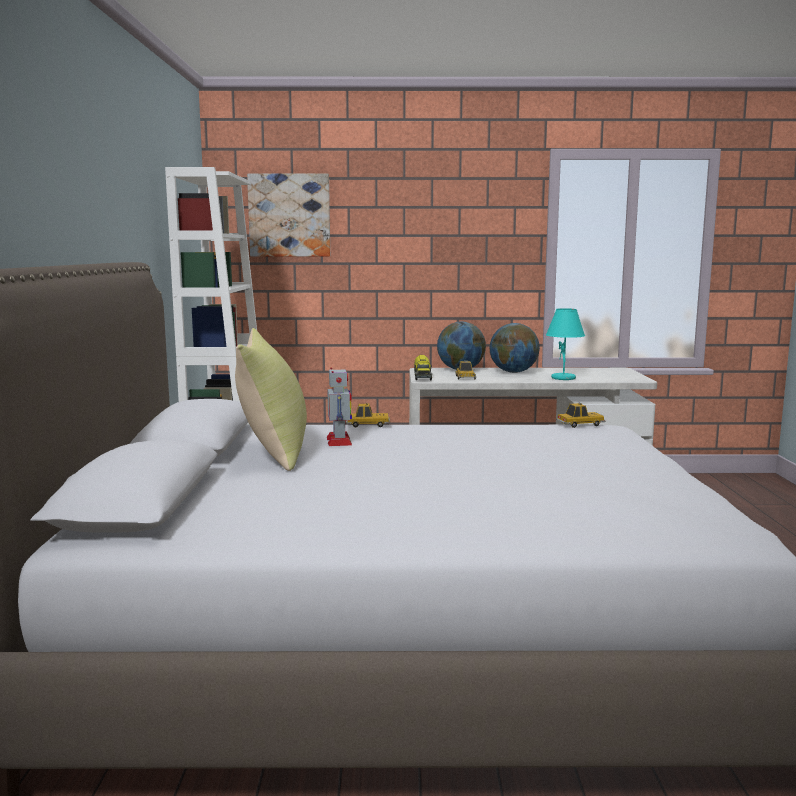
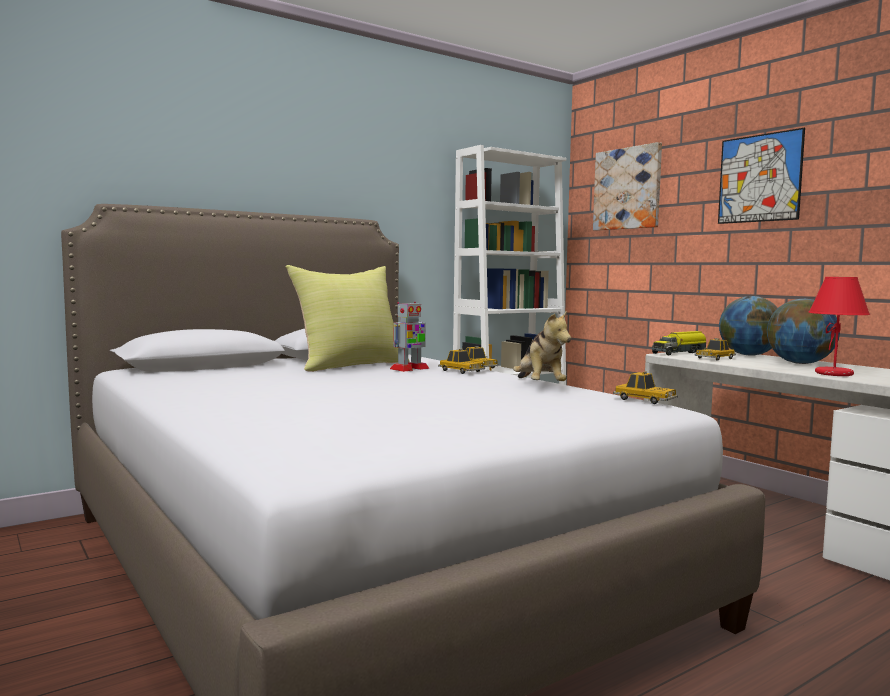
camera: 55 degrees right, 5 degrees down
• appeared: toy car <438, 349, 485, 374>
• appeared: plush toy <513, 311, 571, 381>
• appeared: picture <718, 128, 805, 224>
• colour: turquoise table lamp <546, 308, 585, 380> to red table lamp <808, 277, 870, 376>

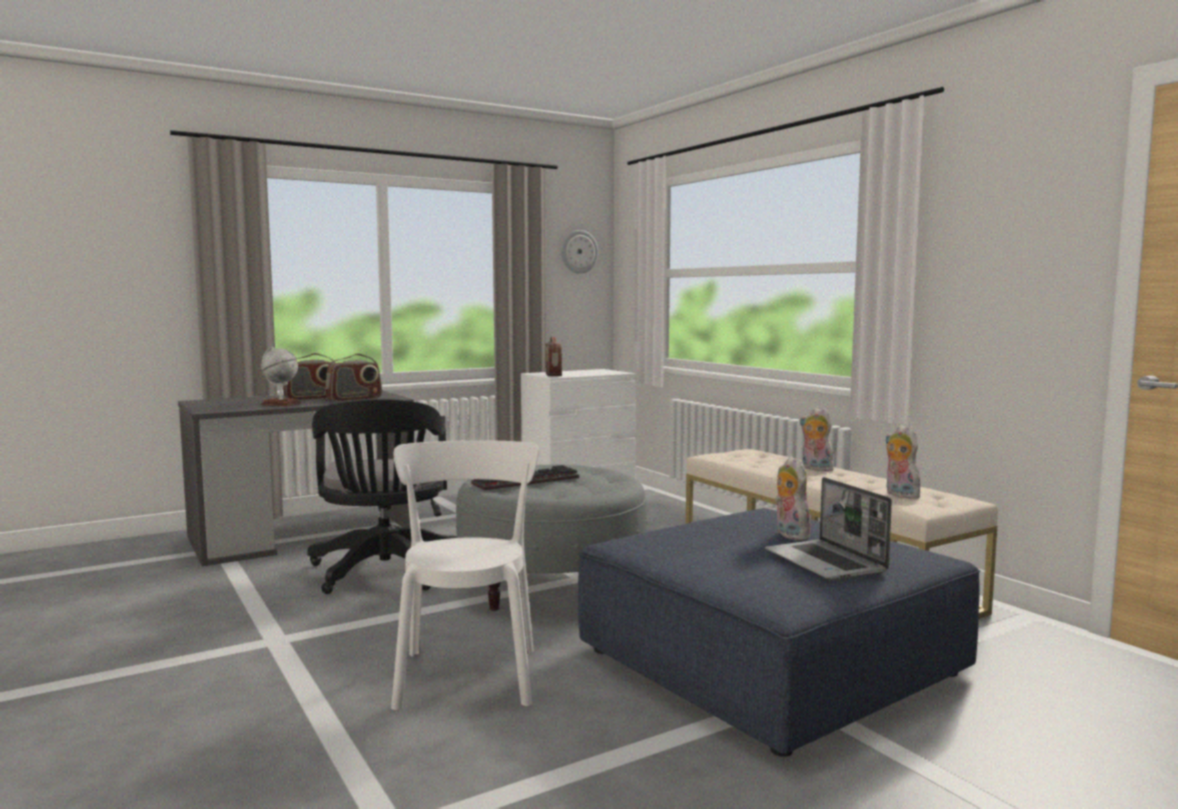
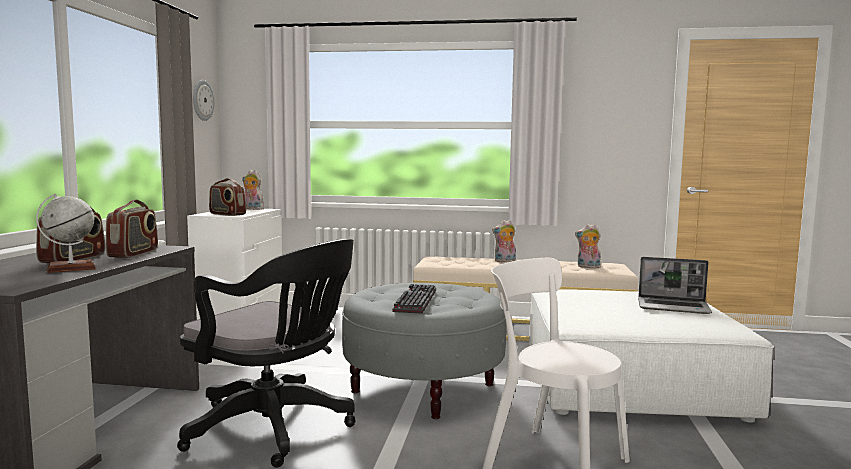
camera: 50 degrees left, 0 degrees up
• relocated: plush toy <775, 456, 811, 540> to <242, 170, 264, 210>
• colour: blue ottoman <578, 508, 980, 757> to white ottoman <529, 289, 774, 423>

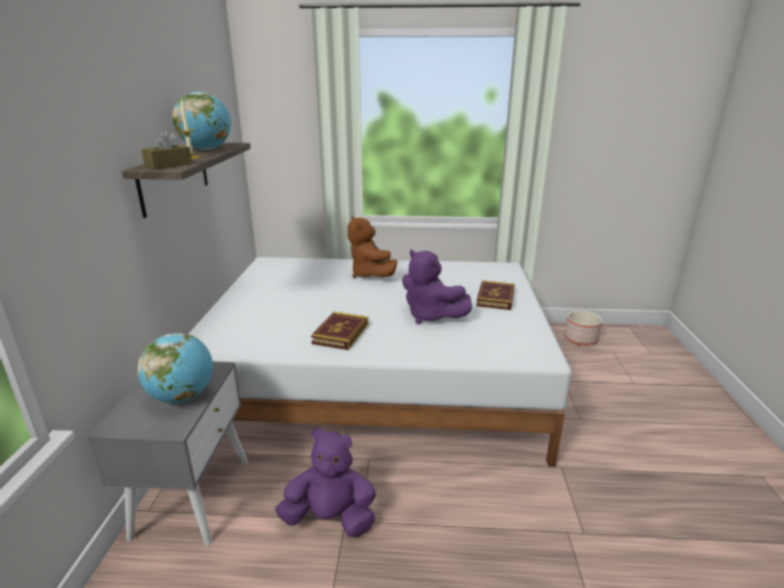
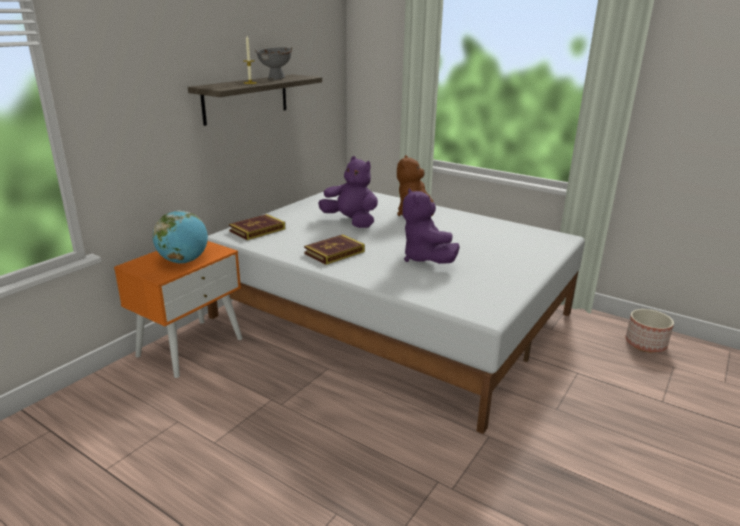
camera: 30 degrees right, 0 degrees up
• colour: grey nightstand <87, 362, 248, 546> to orange nightstand <114, 241, 243, 378>
• relocated: book <476, 280, 515, 310> to <229, 214, 285, 240>
• exchanged: globe <172, 92, 231, 150> to grey bowl <255, 47, 293, 80>
• relocated: purple plush toy <275, 428, 376, 537> to <318, 156, 378, 228>
• missing: brown tissue box <141, 130, 192, 169>

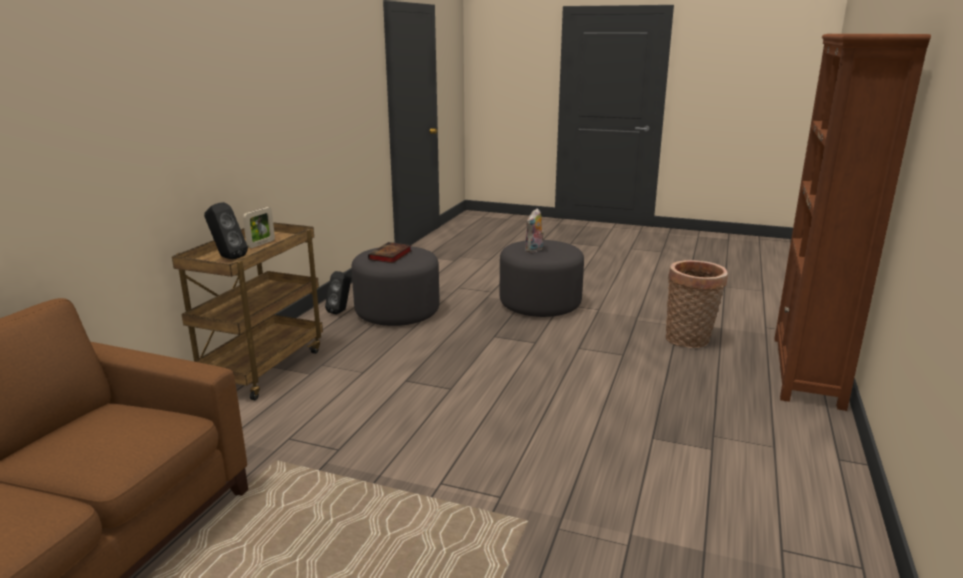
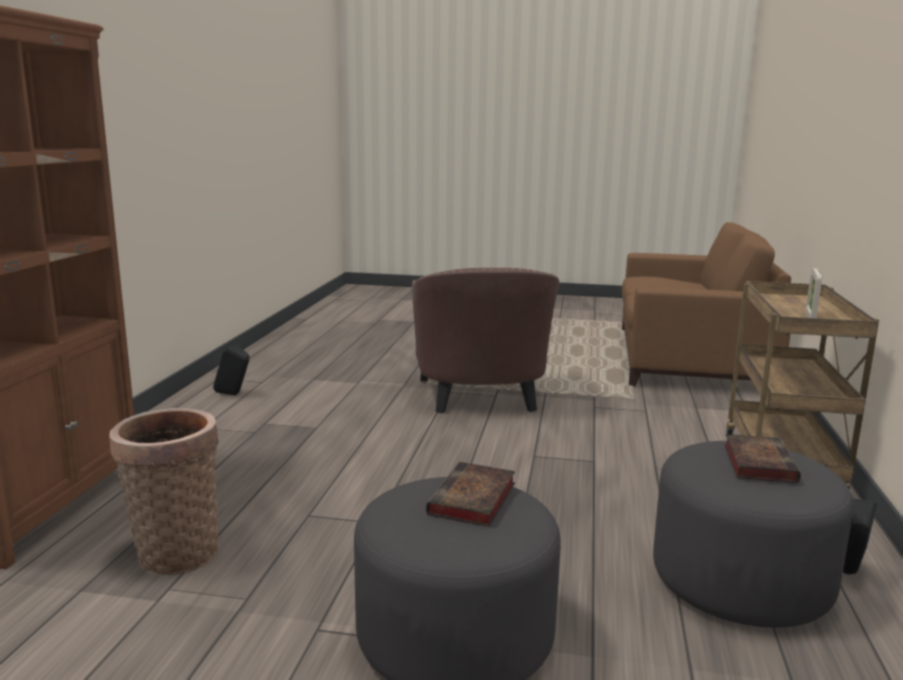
camera: 170 degrees right, 5 degrees down
• relocated: black speaker <204, 202, 248, 259> to <213, 344, 250, 395>
• appeared: brown armchair <412, 268, 559, 413>
• exchanged: plush toy <526, 208, 544, 253> to book <426, 462, 515, 527>

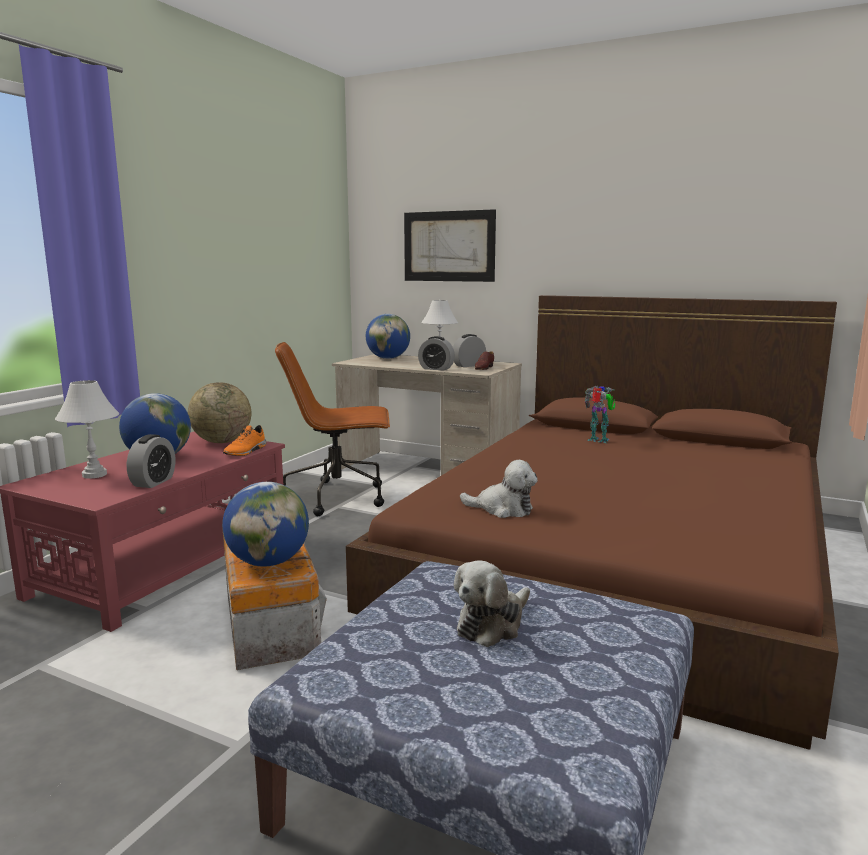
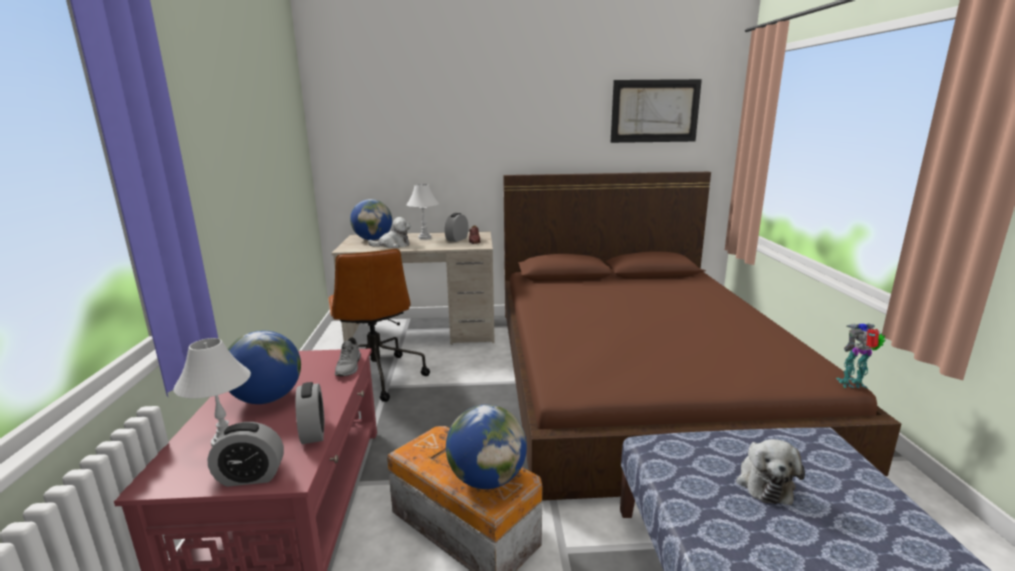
camera: 30 degrees left, 5 degrees up
• relocated: alarm clock <418, 336, 455, 370> to <207, 422, 284, 487>
• spun: brown office chair <275, 342, 390, 516> = <328, 249, 430, 402> 75 degrees counterclockwise
• colour: orange shoe <223, 425, 267, 456> to grey shoe <335, 337, 361, 376>
• relocated: plush toy <460, 460, 538, 518> to <368, 217, 411, 248>
• relocated: picture <404, 209, 496, 282> to <611, 79, 702, 143>
• relocated: toy robot <585, 386, 616, 443> to <836, 323, 885, 388>
• missing: globe <188, 382, 251, 443>

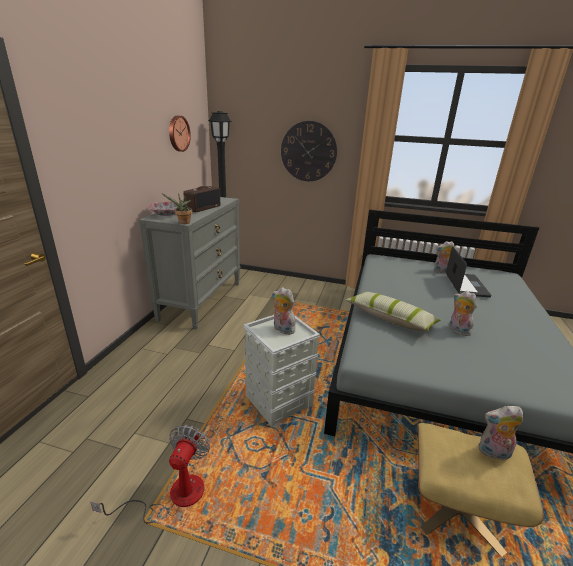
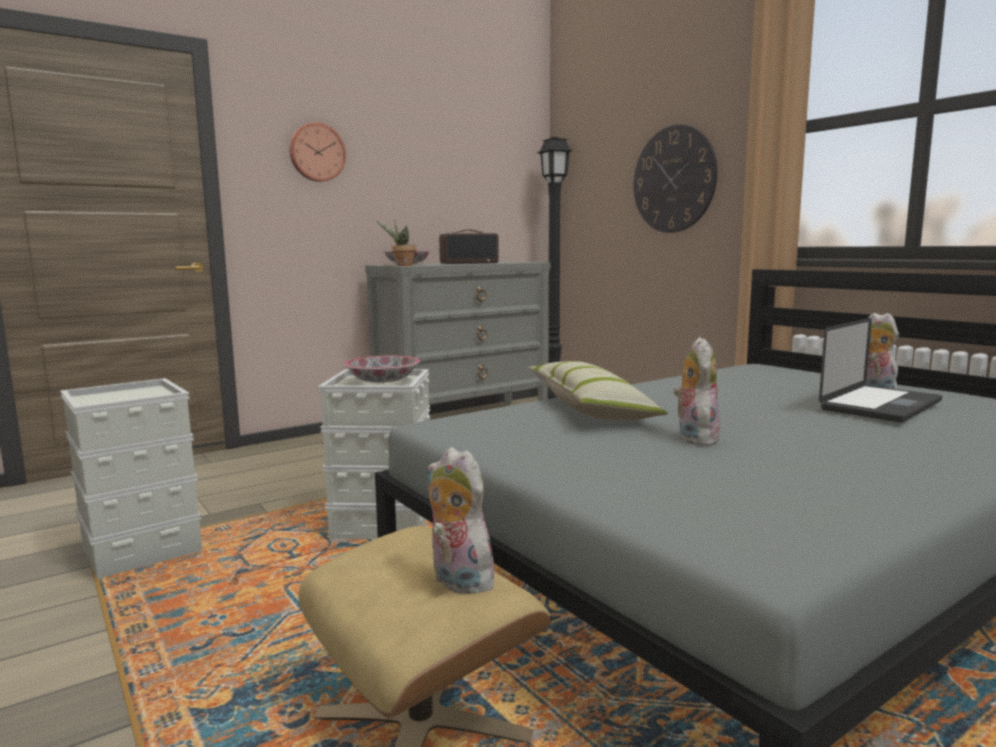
camera: 40 degrees right, 15 degrees down
• exchanged: fan <90, 425, 210, 523> to grey storage box <60, 378, 202, 580>
• relocated: wall clock <169, 116, 191, 152> to <289, 122, 346, 182>
• exchanged: plush toy <272, 287, 295, 335> to bowl <343, 356, 420, 383>

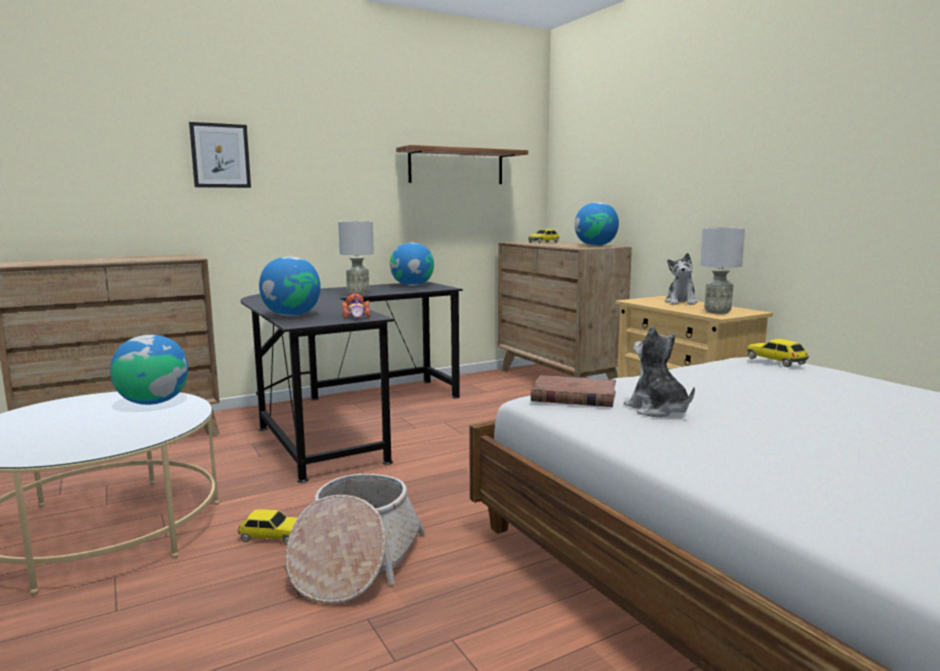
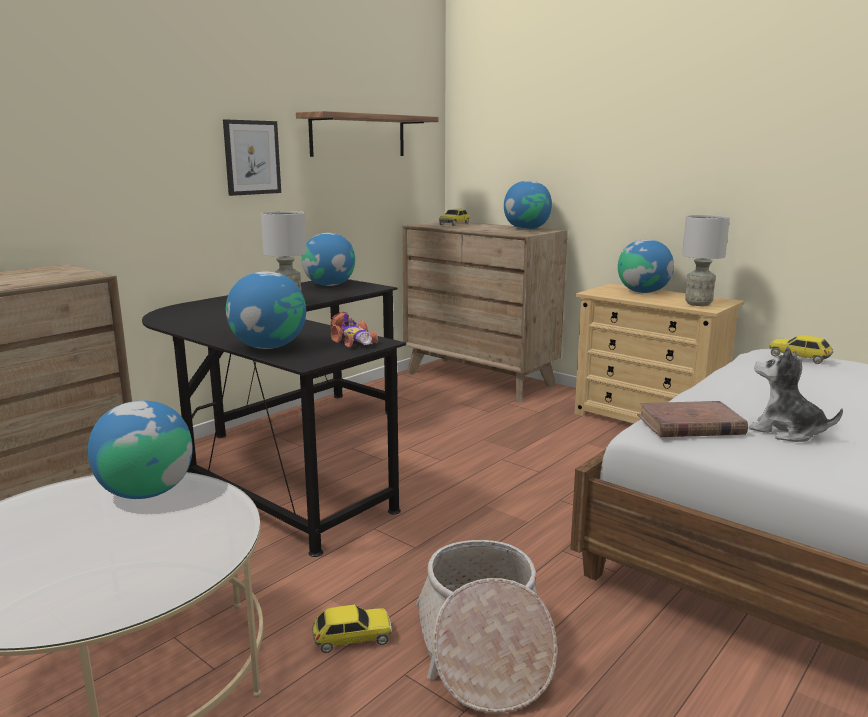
camera: 20 degrees left, 5 degrees up
• relocated: picture <189, 122, 251, 188> to <223, 119, 281, 196>
• exchanged: plush toy <665, 253, 697, 305> to globe <618, 239, 674, 293>

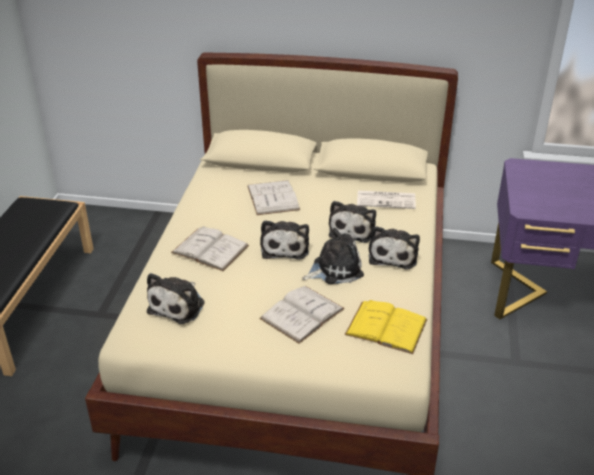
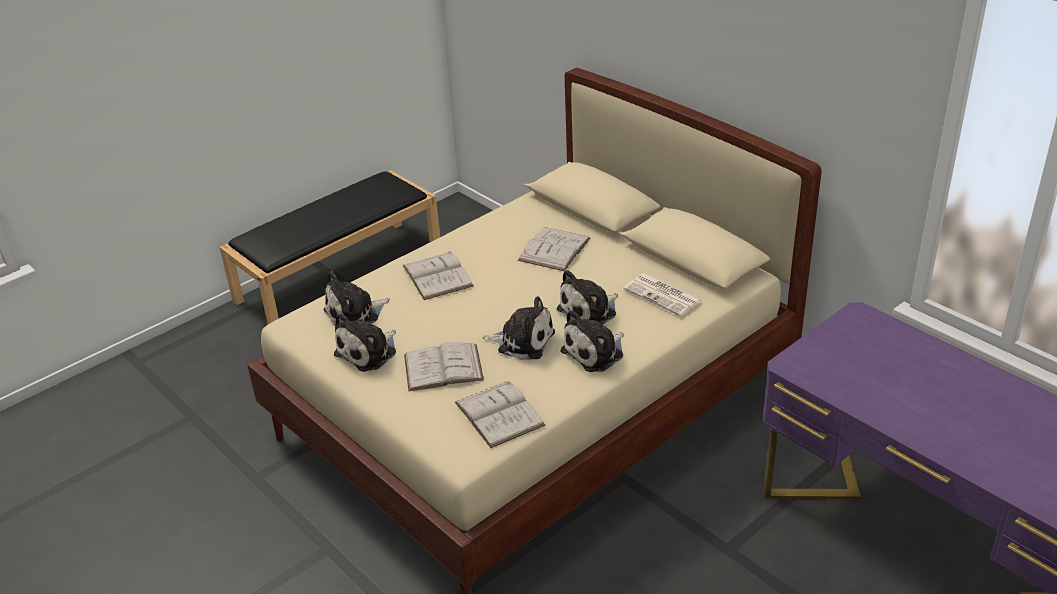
camera: 40 degrees right, 0 degrees up
• relocated: plush toy <260, 220, 309, 260> to <334, 313, 396, 372>
• colour: yellow book <345, 300, 427, 354> to white book <455, 381, 546, 448>

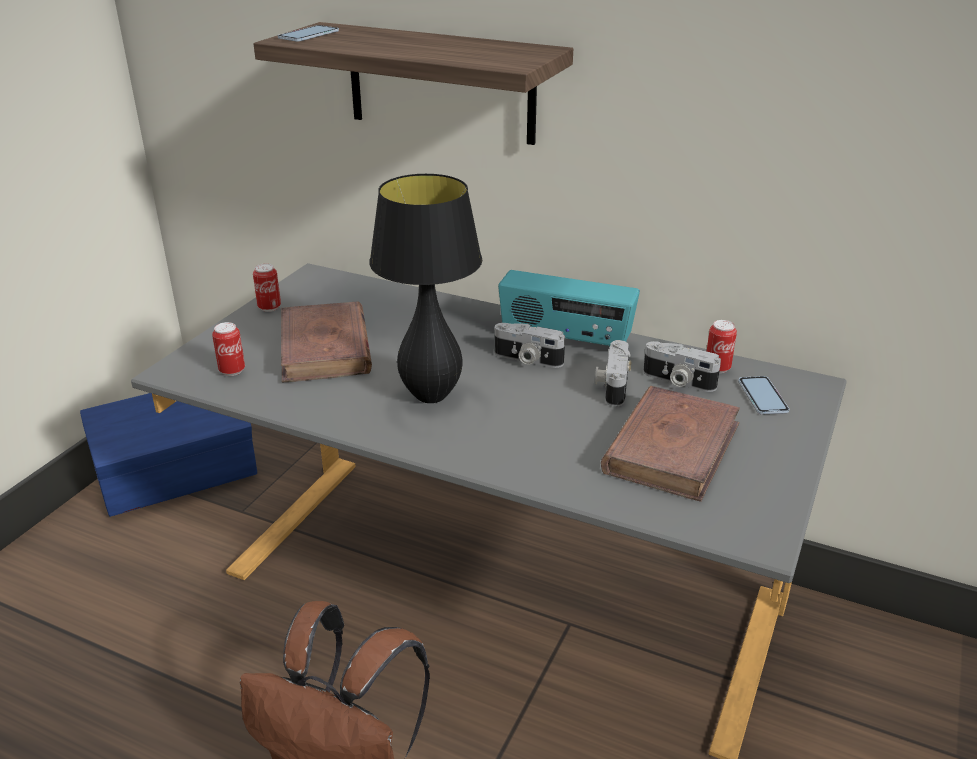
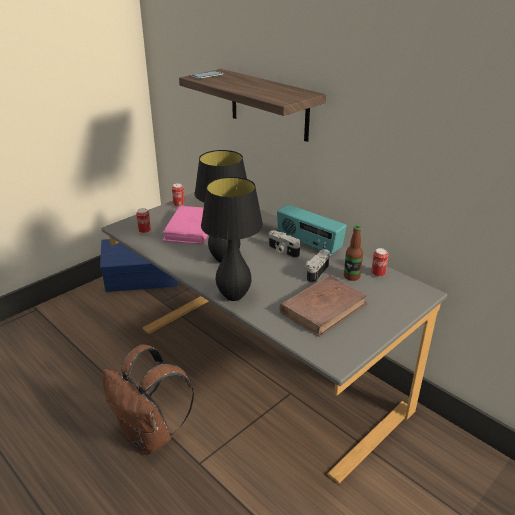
camera: 20 degrees right, 0 degrees up
• colour: brown book <281, 301, 372, 382> to pink book <162, 206, 208, 244>
• appeared: black table lamp <201, 177, 263, 301>
• exchanged: photo camera <643, 341, 721, 392> to bottle <344, 226, 363, 281>
• missing: phone <738, 376, 789, 415>

